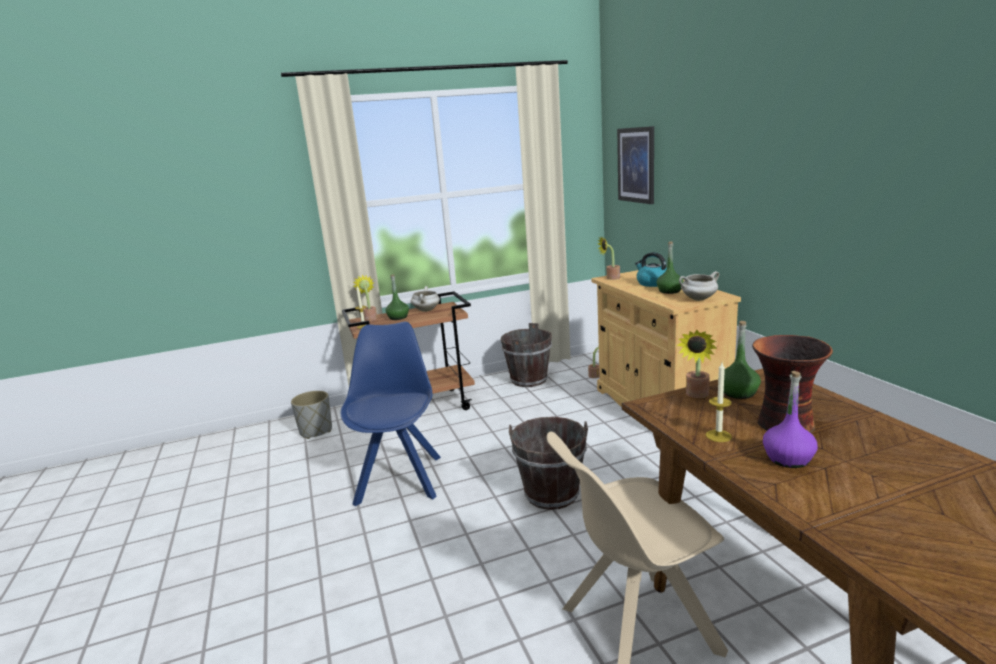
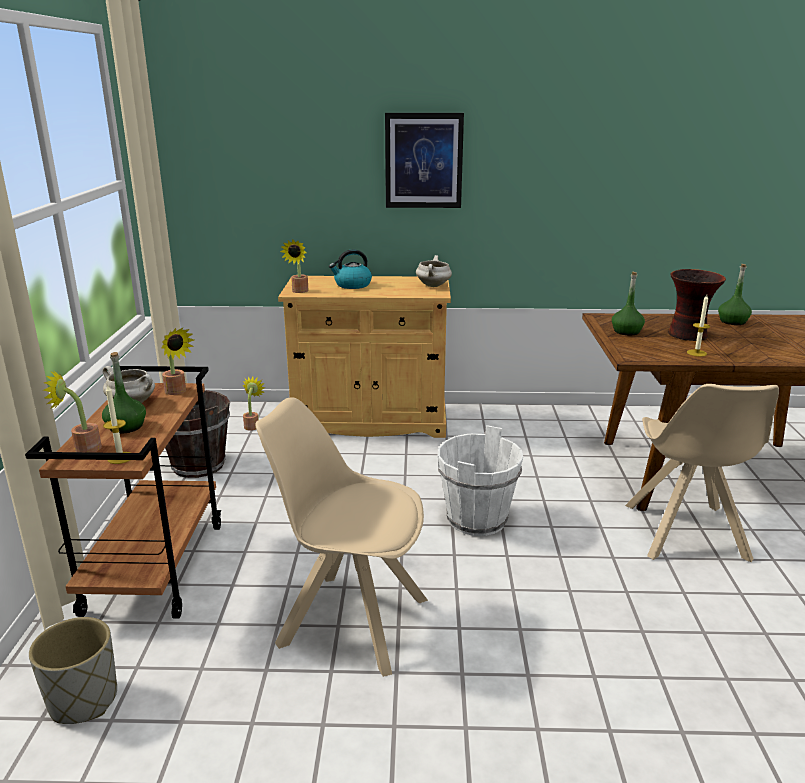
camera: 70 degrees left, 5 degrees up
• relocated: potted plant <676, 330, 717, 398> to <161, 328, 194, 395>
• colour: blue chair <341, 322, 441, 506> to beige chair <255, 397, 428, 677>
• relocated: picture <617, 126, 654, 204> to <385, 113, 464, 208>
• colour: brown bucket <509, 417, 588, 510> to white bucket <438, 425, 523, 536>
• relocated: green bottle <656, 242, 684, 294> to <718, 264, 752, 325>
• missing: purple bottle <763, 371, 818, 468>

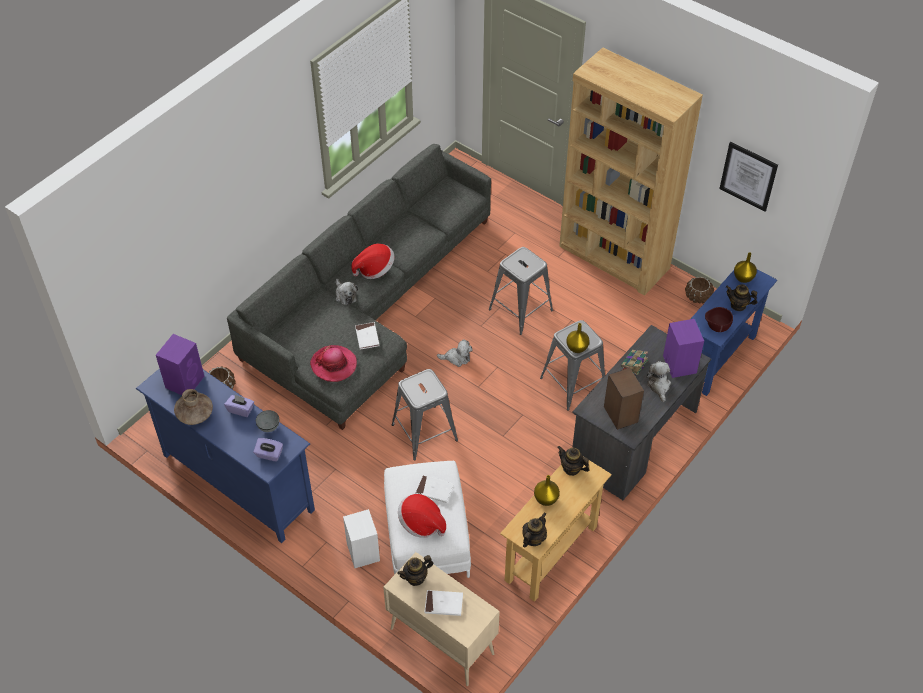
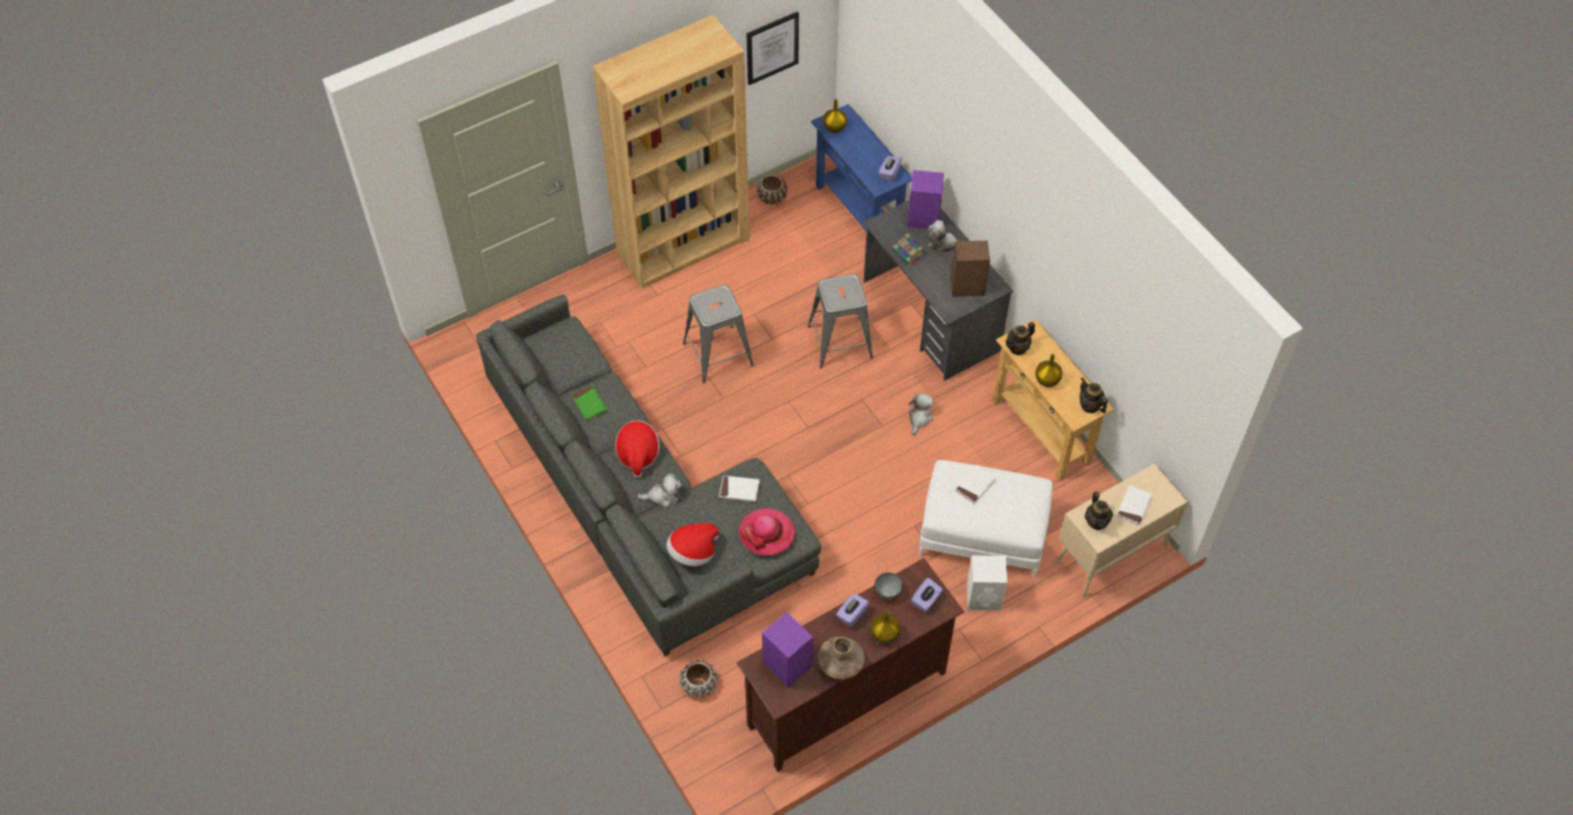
camera: 70 degrees left, 5 degrees up
• appeared: green book <571, 384, 607, 421>
• relocated: hat <398, 494, 446, 538> to <666, 523, 720, 566>
• colour: blue tv stand <136, 368, 315, 543> to brown tv stand <737, 558, 964, 772>
• relocated: yellow vase <566, 323, 590, 353> to <870, 610, 900, 644>
• exchanged: brown bowl <705, 307, 733, 332> to purple tissue box <879, 156, 902, 182>
• relocated: plush toy <437, 339, 473, 367> to <908, 393, 933, 435>
• missing: grey stool <392, 369, 458, 460>
• missing: teapot <726, 284, 757, 311>

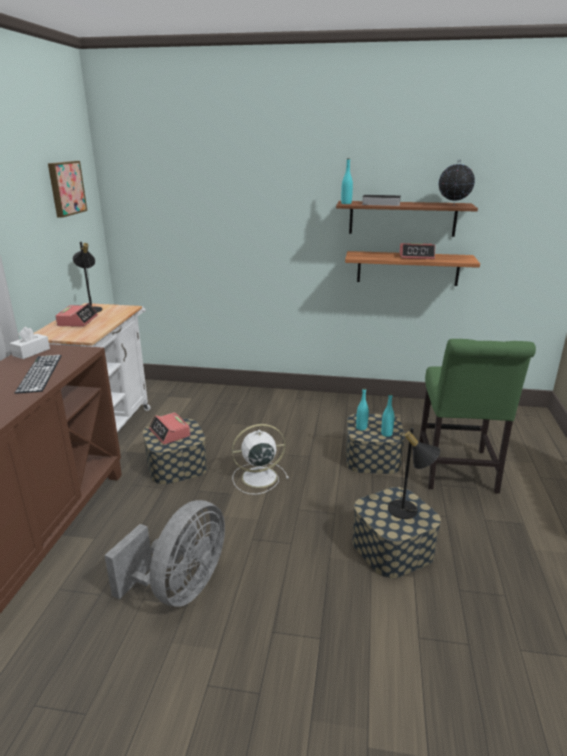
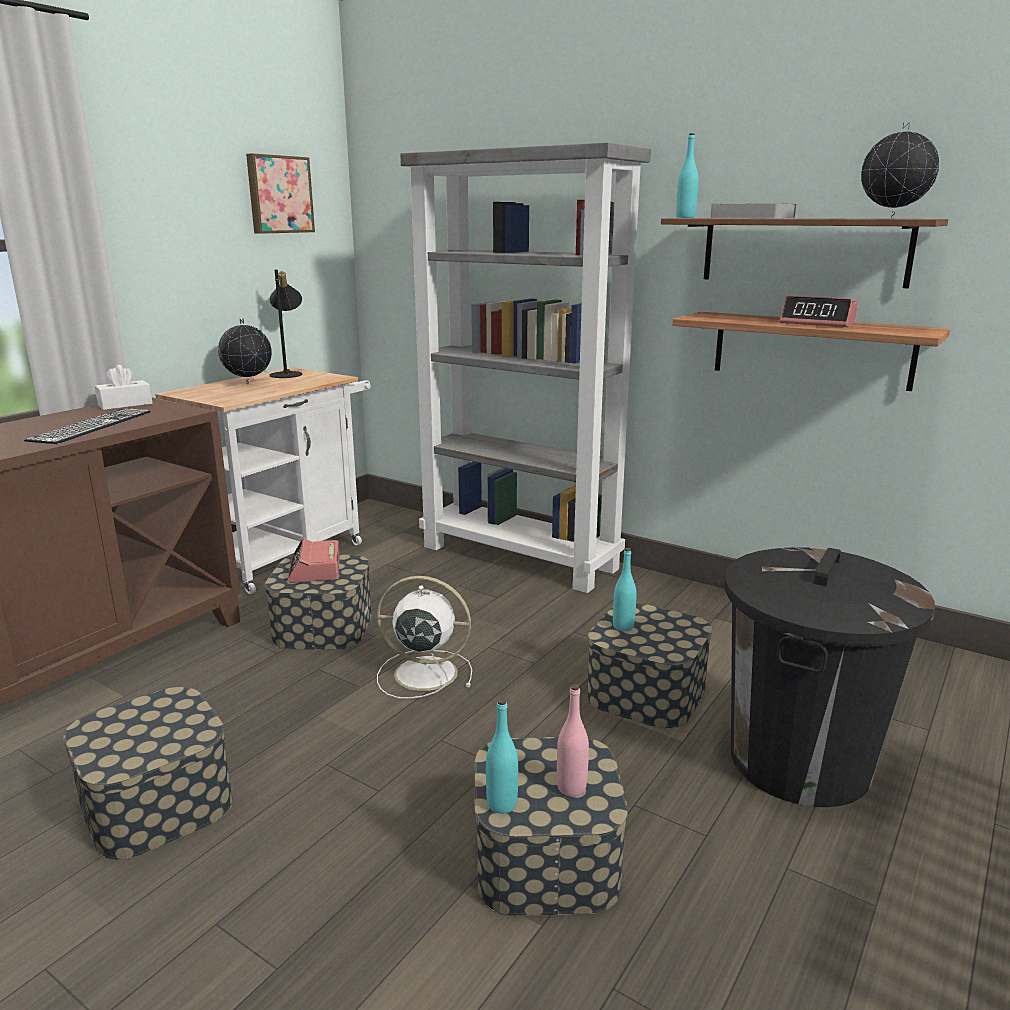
camera: 25 degrees right, 5 degrees down
• exchanged: grey fan <104, 500, 225, 607> to storage box <63, 687, 233, 860>
• exchanged: alarm clock <55, 303, 98, 327> to globe <218, 318, 272, 384>
• appeared: grey bookcase <400, 142, 651, 593>
• relocated: turquoise bottle <381, 393, 394, 437> to <486, 699, 518, 814>
• exchanged: black table lamp <388, 428, 440, 519> to pink bottle <557, 684, 589, 797>
• exchanged: green chair <419, 339, 536, 494> to black trash can <724, 547, 935, 807>

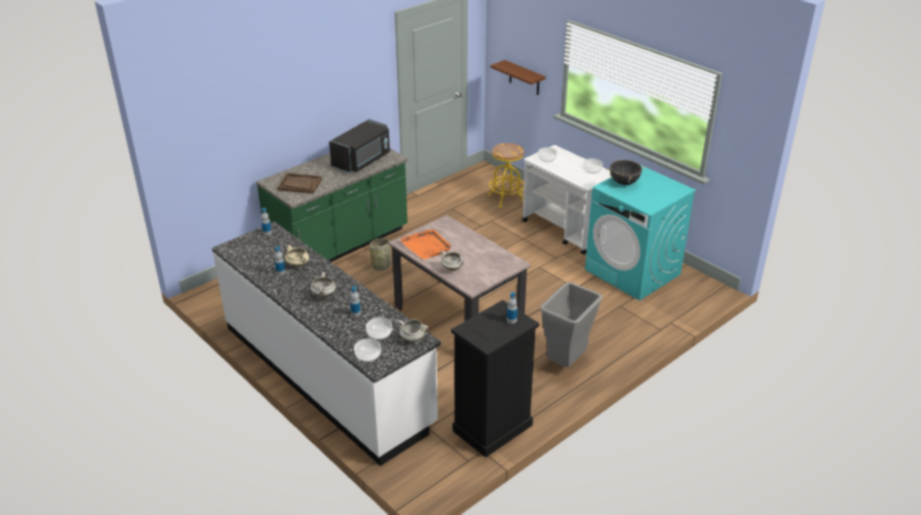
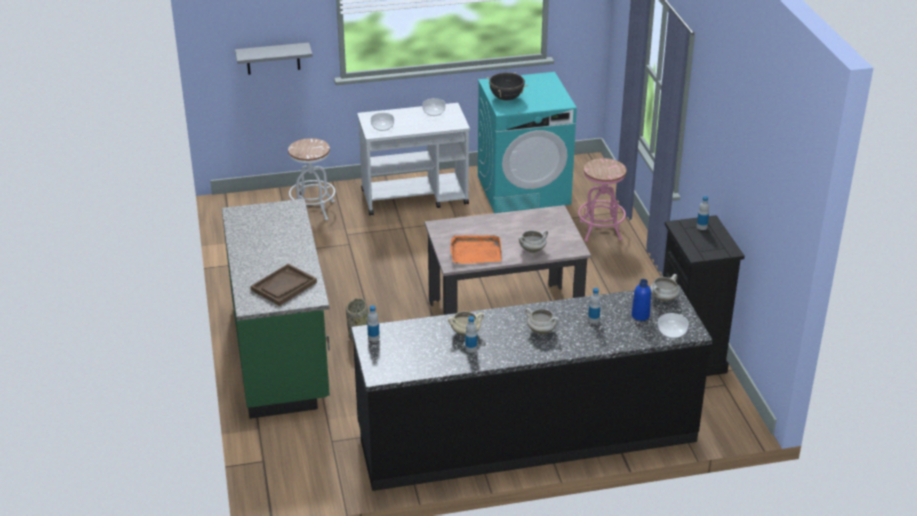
camera: 60 degrees left, 0 degrees up
• colour: brown shelf <490, 60, 546, 95> to grey shelf <235, 43, 313, 75>
• colour: yellow stool <488, 143, 524, 208> to white stool <288, 138, 335, 220>
• colour: white counter <212, 222, 441, 466> to black counter <351, 284, 712, 491>
• appeared: pink stool <578, 158, 626, 241>
• exchanged: bowl <366, 317, 392, 340> to blue bottle <631, 279, 651, 321>
• missing: black microwave <329, 119, 390, 173>
• missing: grey trash can <540, 282, 602, 367>

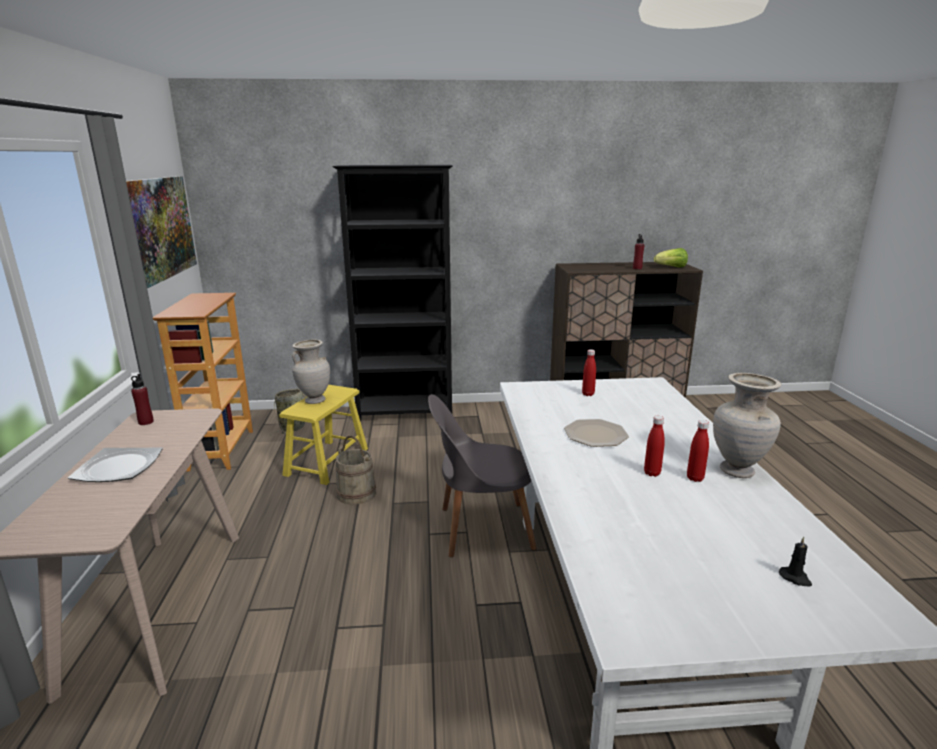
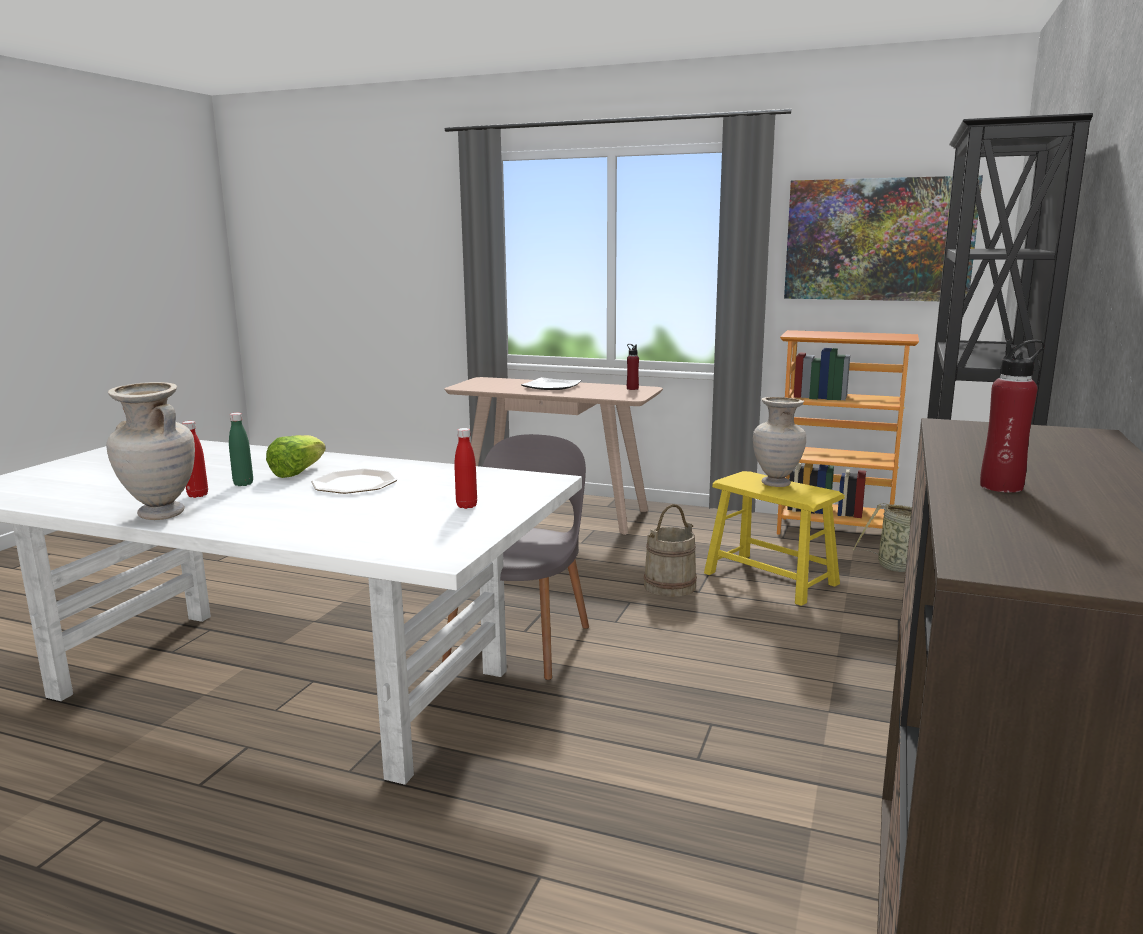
camera: 115 degrees right, 5 degrees down
• colour: red bottle <644, 416, 665, 477> to green bottle <229, 413, 253, 486>
• relocated: lettuce <654, 248, 688, 268> to <266, 435, 326, 478>
• missing: black candle <779, 537, 812, 587>

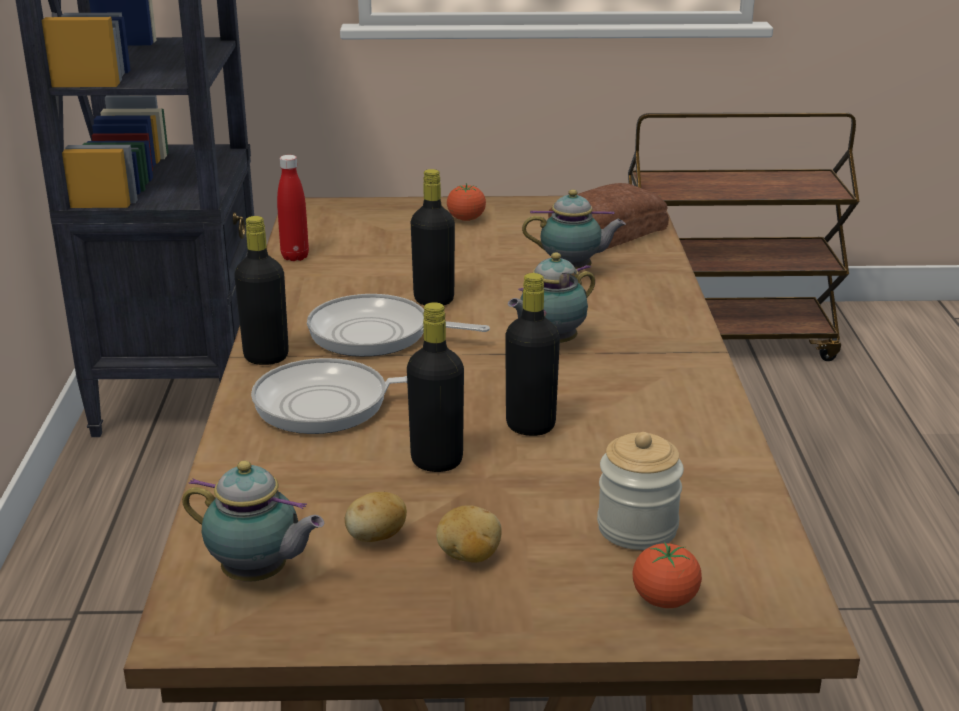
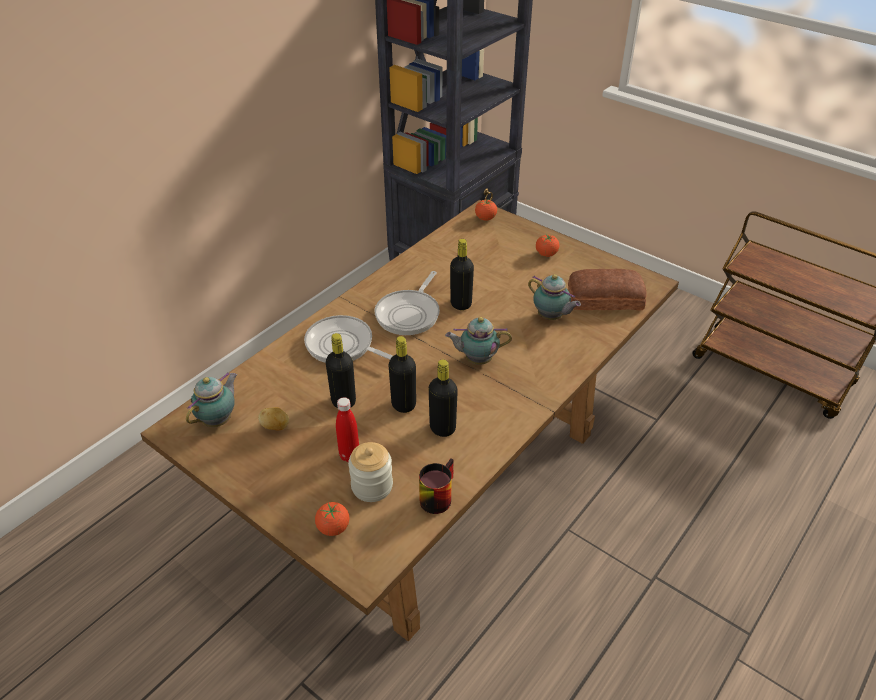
camera: 40 degrees right, 15 degrees up
• spun: teapot <182, 460, 324, 582> = <186, 372, 237, 427> 120 degrees counterclockwise
• relocated: red bottle <277, 155, 309, 261> to <336, 397, 359, 462>
• spun: frying pan <307, 294, 490, 357> = <375, 271, 440, 335> 120 degrees counterclockwise
• appeared: mug <419, 458, 453, 514>
• relocated: black bottle <234, 216, 289, 365> to <429, 359, 458, 437>
• appeared: tomato <475, 199, 497, 221>
• missing: potato <436, 505, 502, 563>

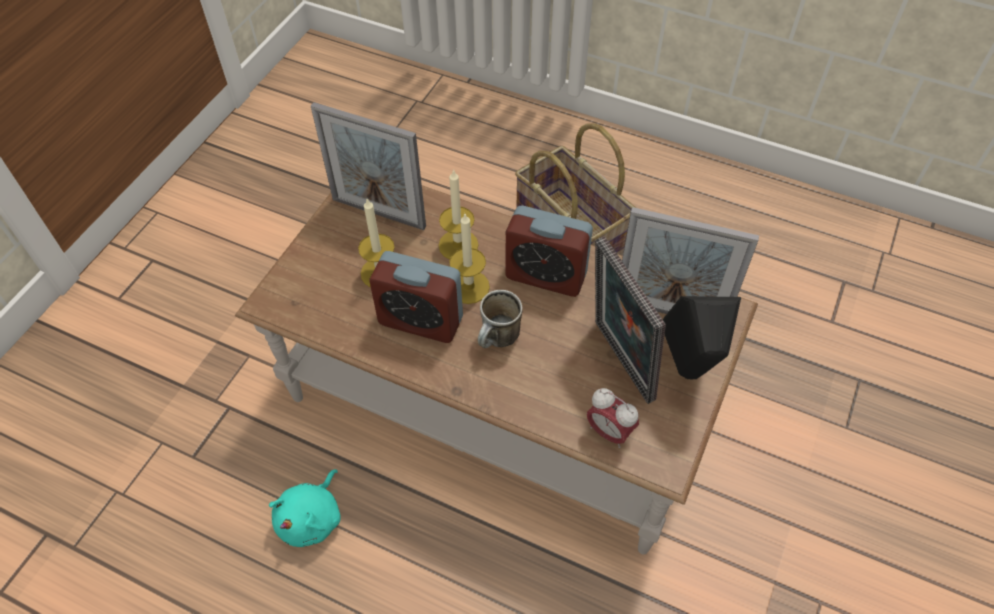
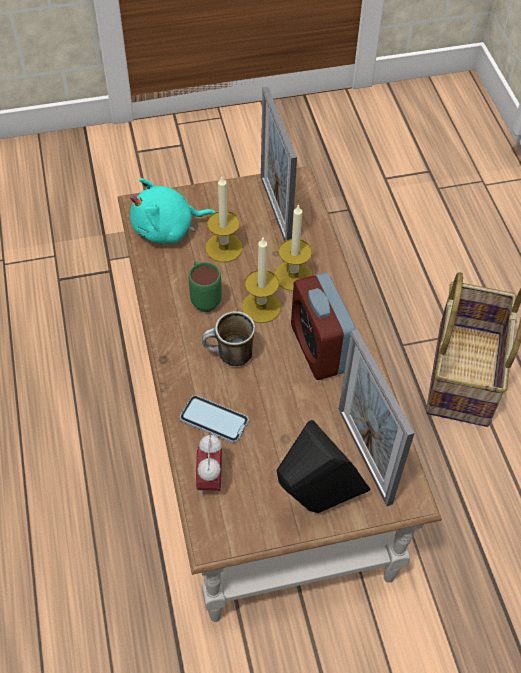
camera: 50 degrees right, 0 degrees up
• relocated: turquoise plush toy <269, 469, 341, 547> to <130, 178, 216, 243>
• appeared: phone <180, 395, 249, 443>
• exchanged: alarm clock <369, 251, 463, 343> to green mug <189, 261, 222, 312>
• missing: picture frame <595, 236, 666, 404>

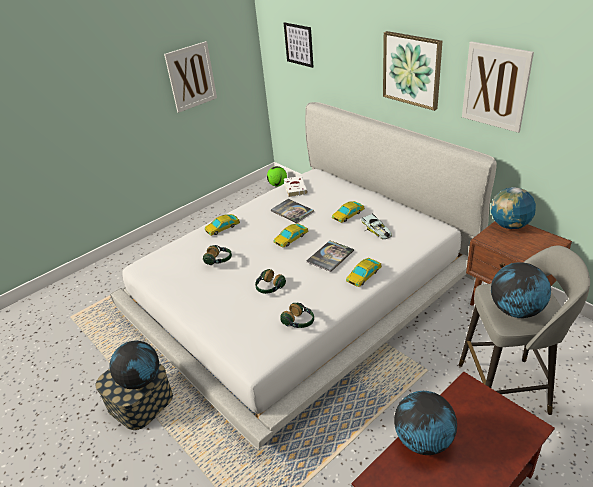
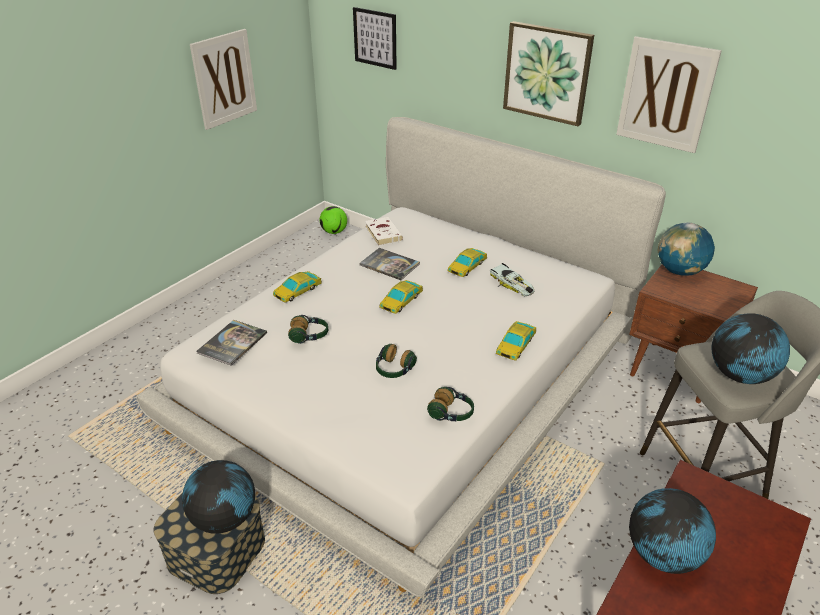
camera: 15 degrees left, 0 degrees up
• relocated: book <306, 241, 354, 272> to <196, 320, 267, 366>

